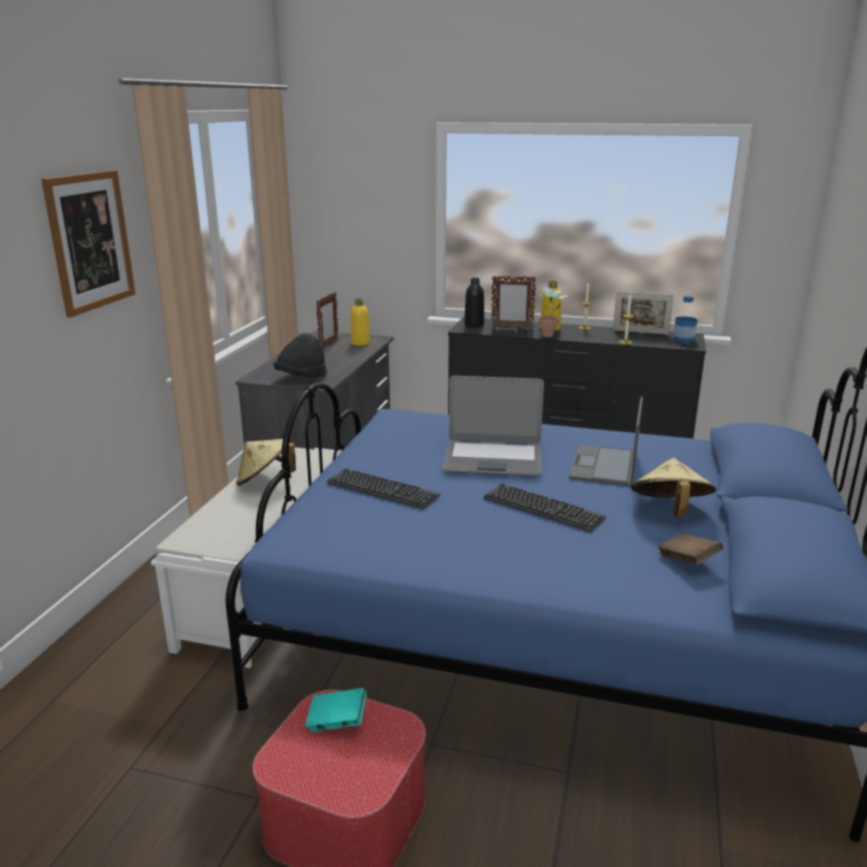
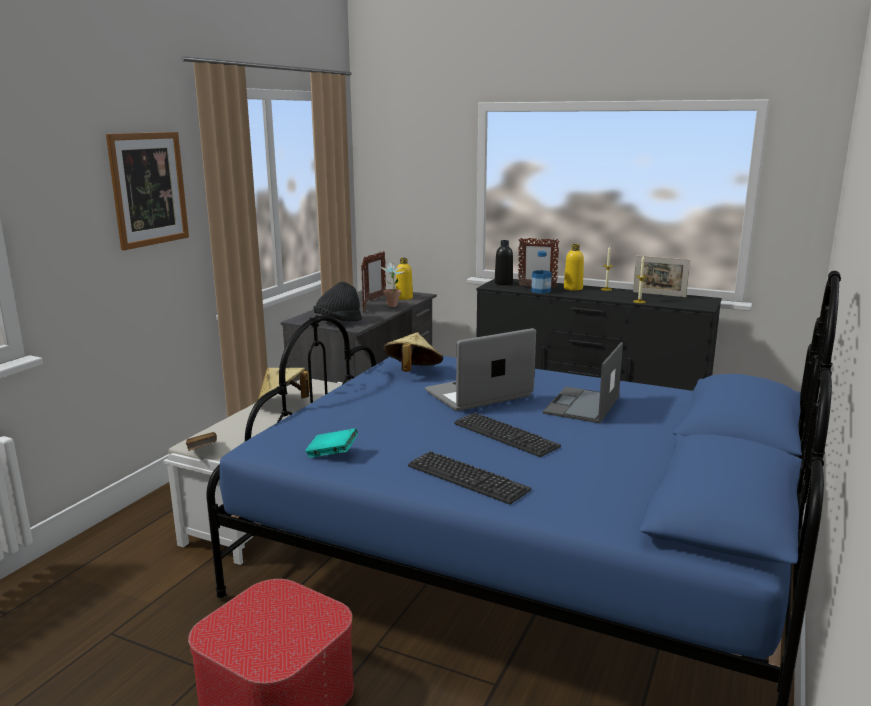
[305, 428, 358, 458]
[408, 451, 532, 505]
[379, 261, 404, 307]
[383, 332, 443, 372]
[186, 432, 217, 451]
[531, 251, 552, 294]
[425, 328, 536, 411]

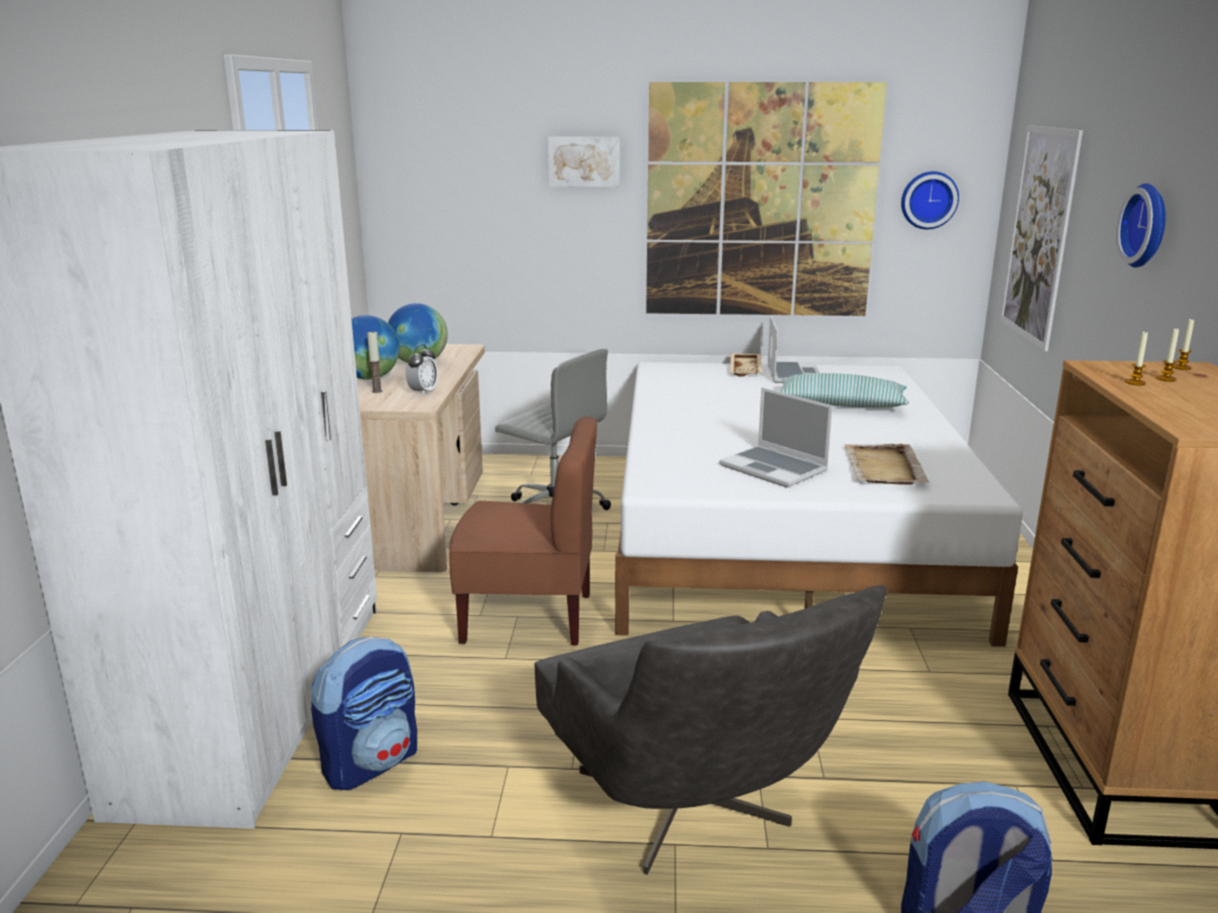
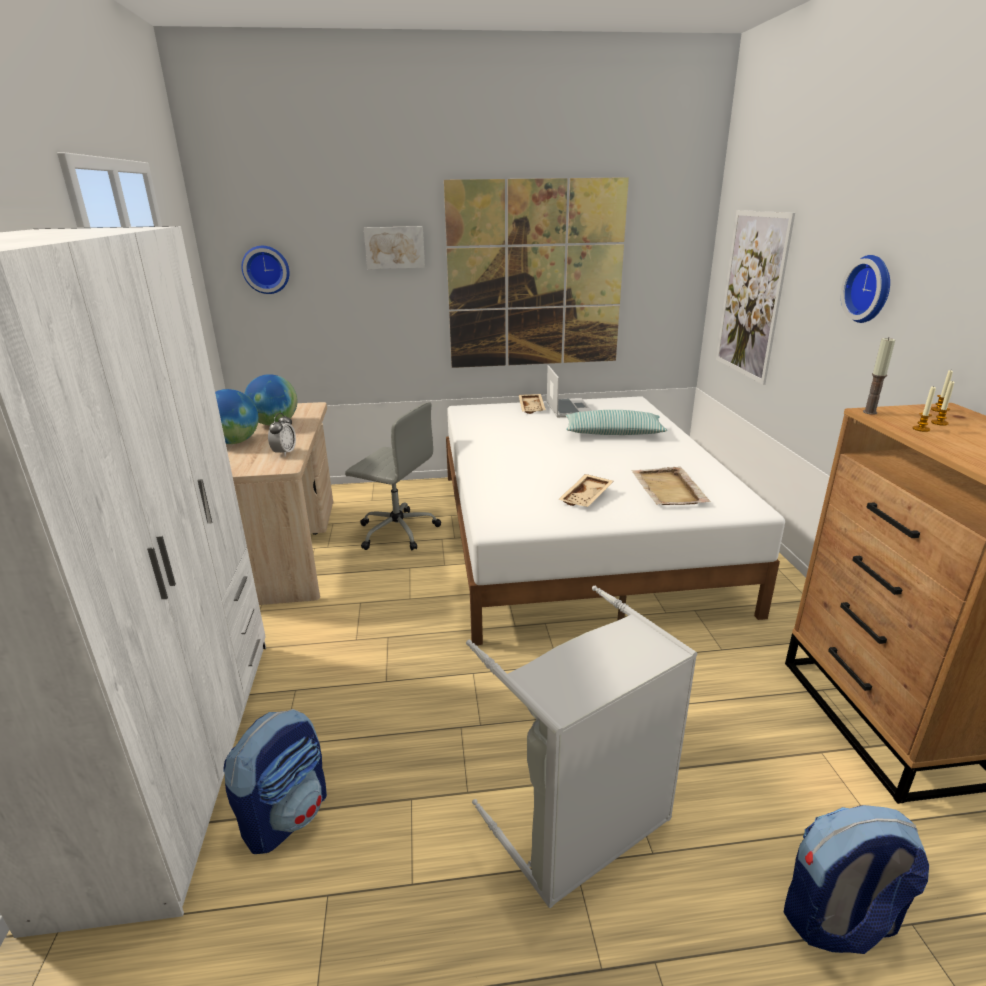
[449, 417, 597, 646] (first image)
[863, 337, 895, 415]
[241, 246, 289, 294]
[466, 586, 697, 908]
[558, 474, 613, 507]

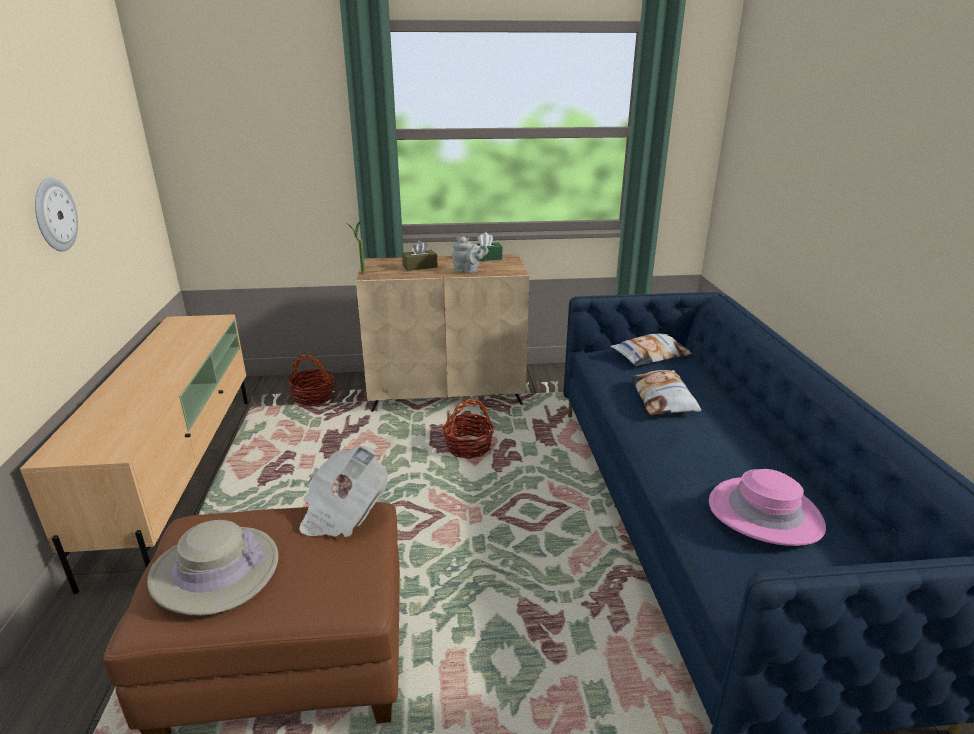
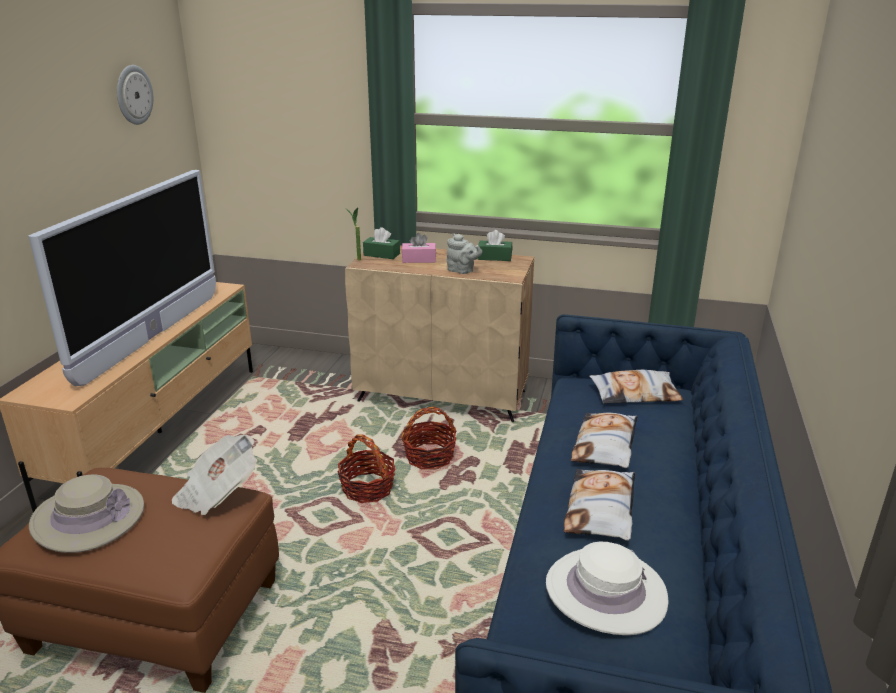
[28, 170, 216, 386]
[363, 227, 400, 259]
[564, 469, 635, 541]
[117, 65, 153, 125]
[338, 434, 396, 503]
[402, 233, 436, 263]
[546, 542, 669, 635]

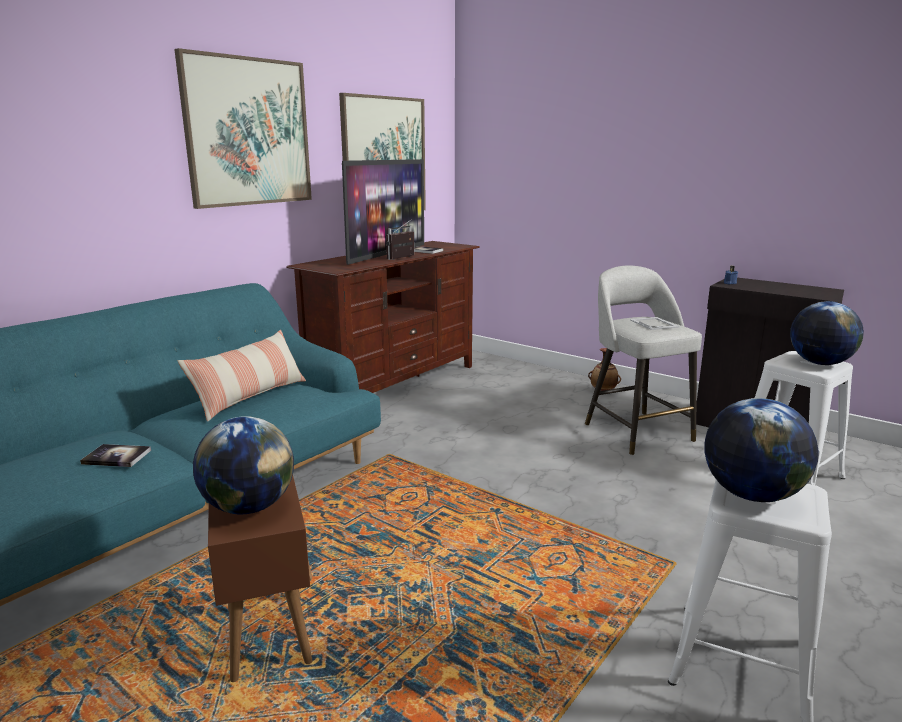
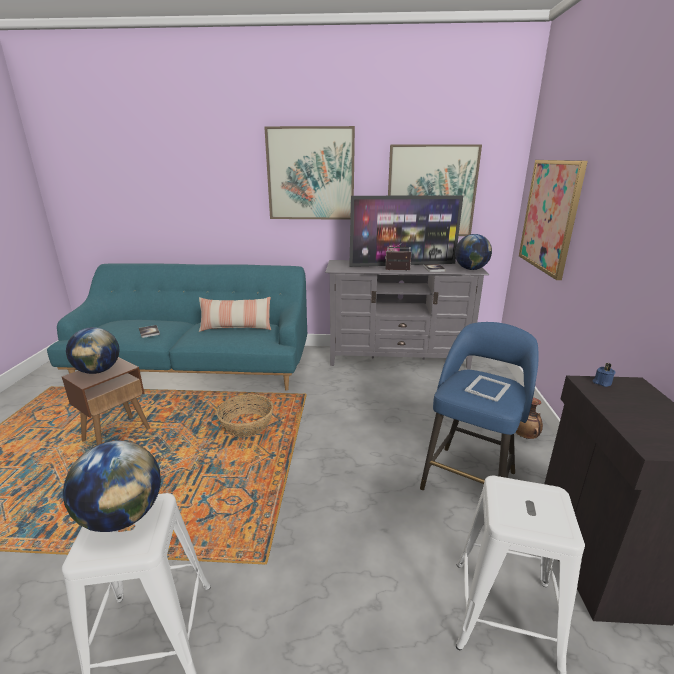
[216, 394, 274, 437]
[519, 160, 588, 280]
[455, 234, 492, 270]
[325, 260, 490, 369]
[420, 322, 539, 490]

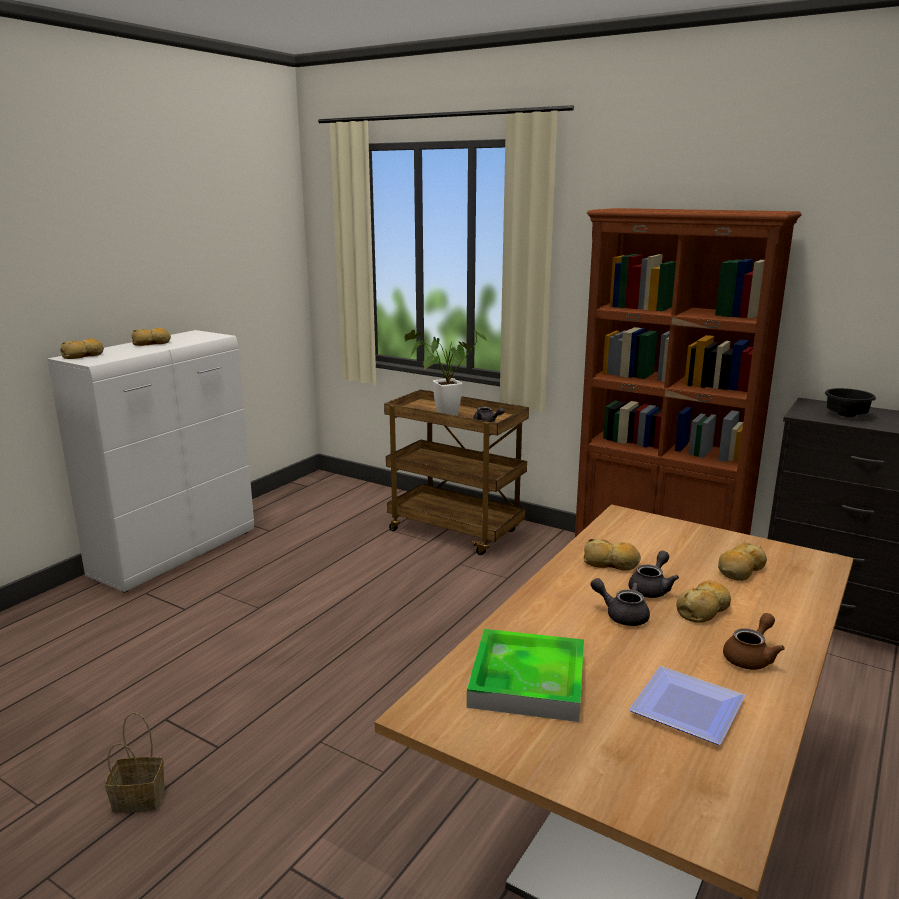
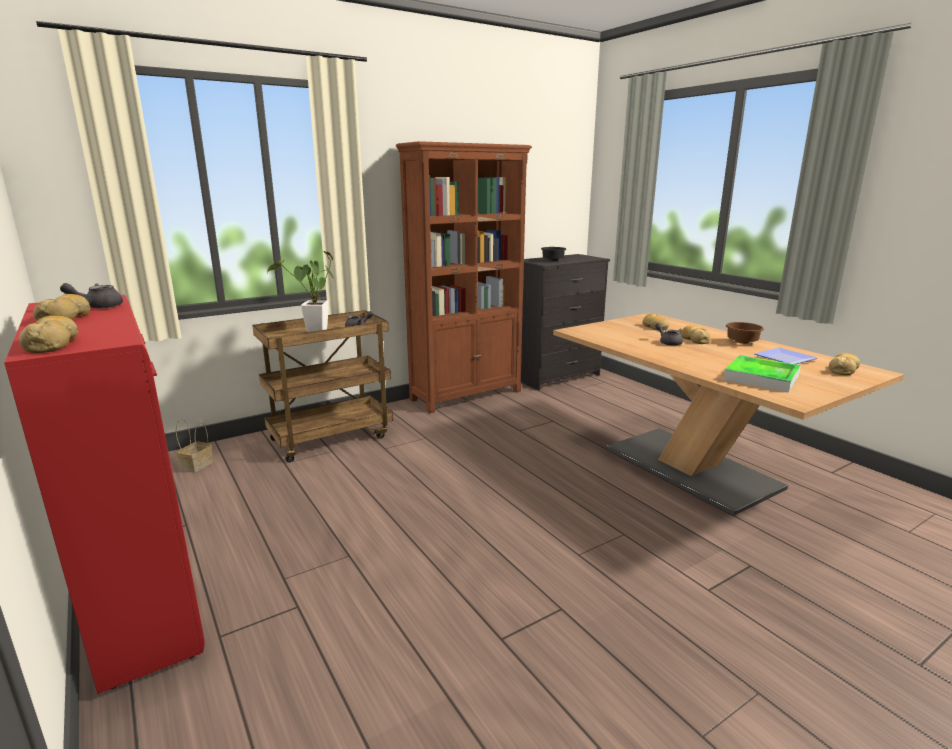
[176, 419, 213, 473]
[829, 353, 860, 375]
[60, 283, 123, 309]
[726, 322, 764, 344]
[4, 295, 205, 694]

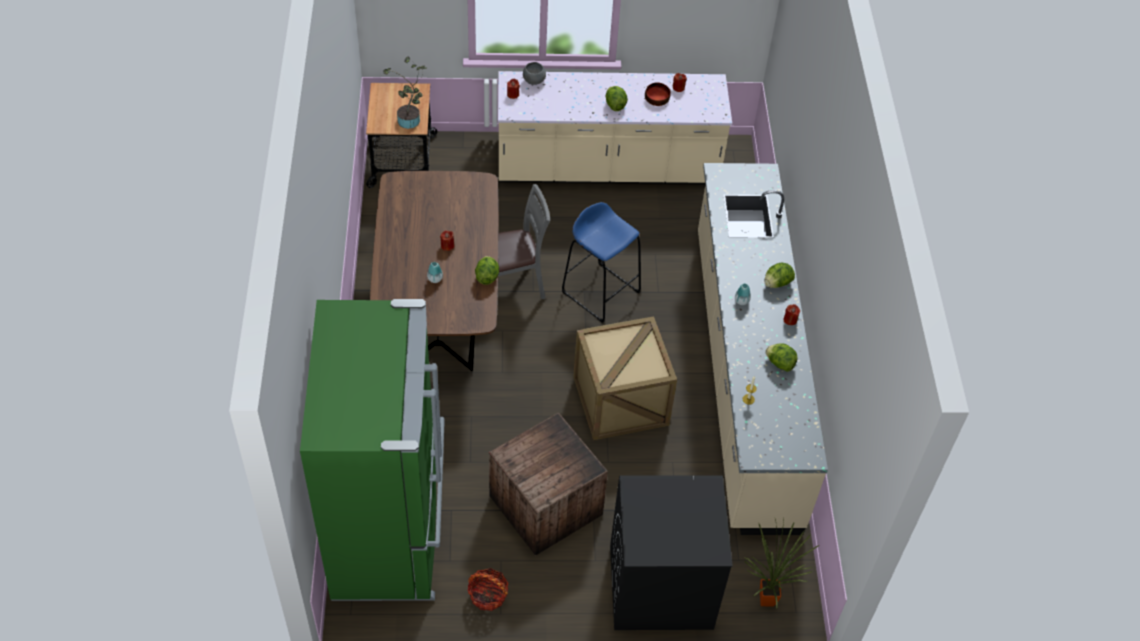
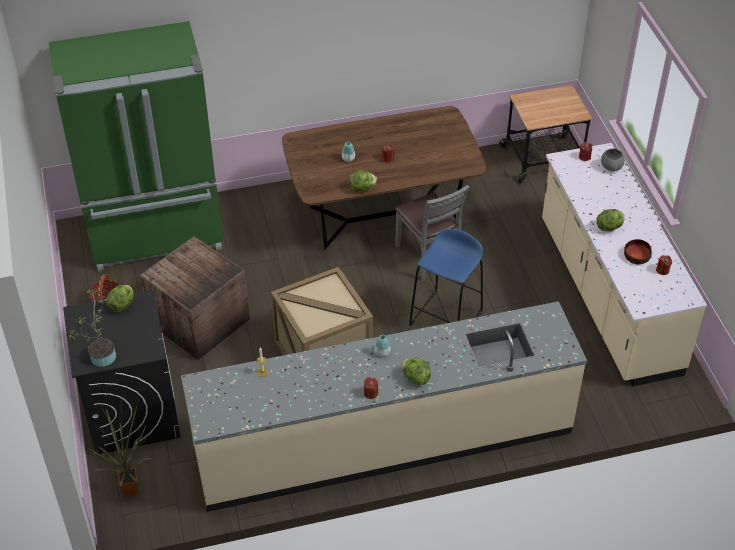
[67, 289, 116, 367]
[106, 285, 134, 312]

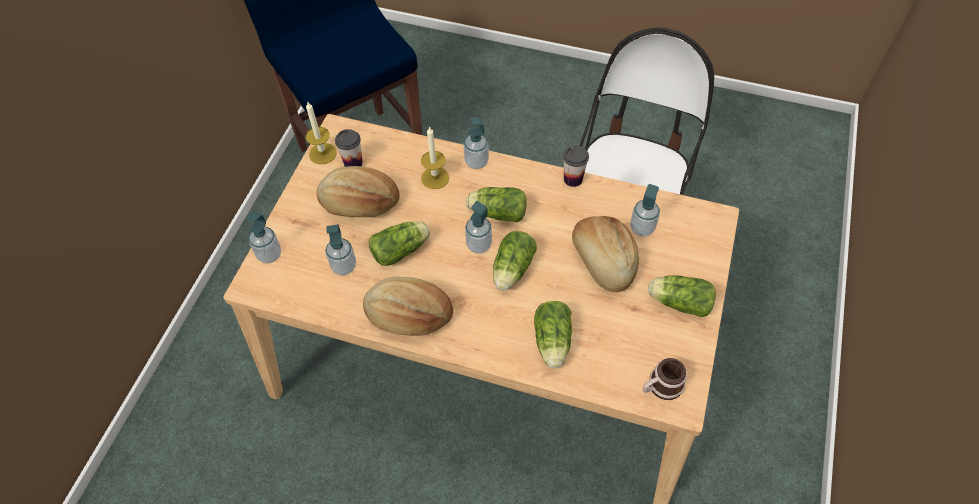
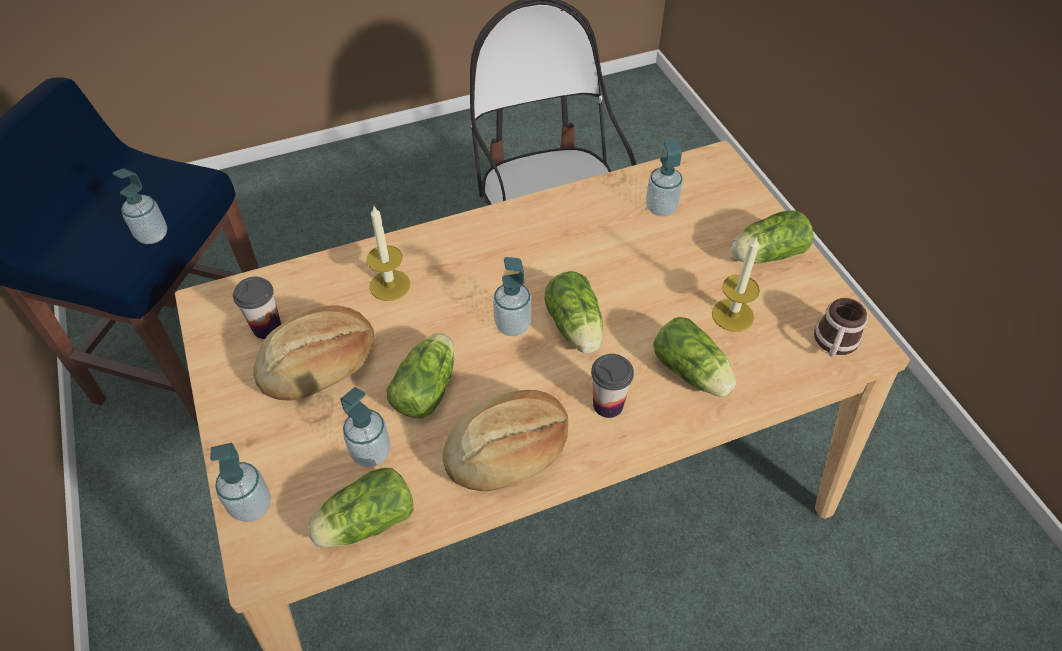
[572, 216, 639, 292] (first image)
[712, 236, 760, 332]
[112, 168, 167, 244]
[307, 468, 414, 548]
[591, 354, 634, 418]

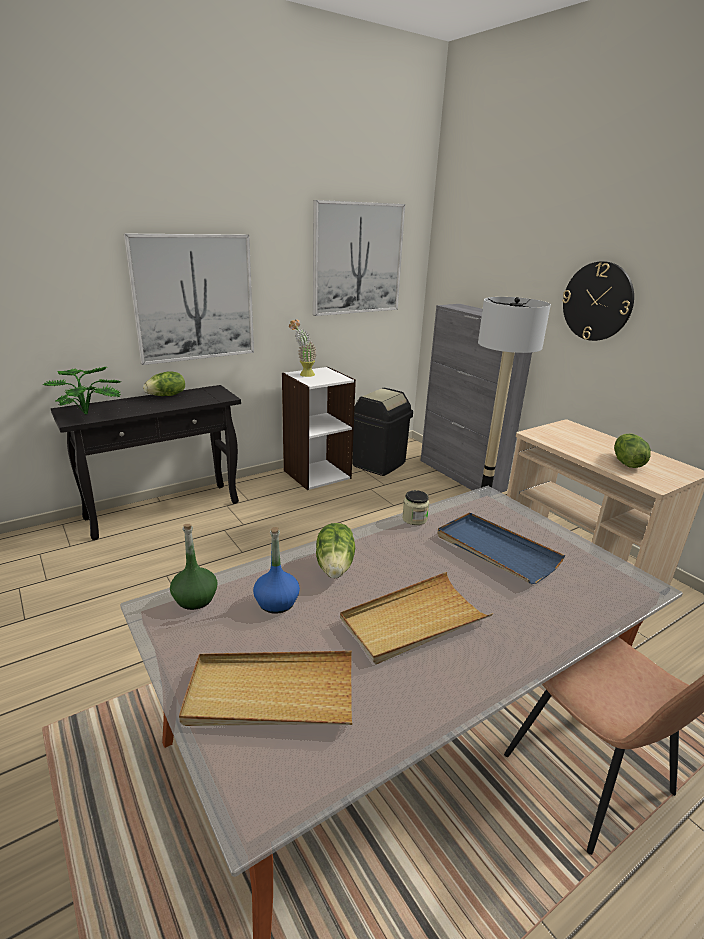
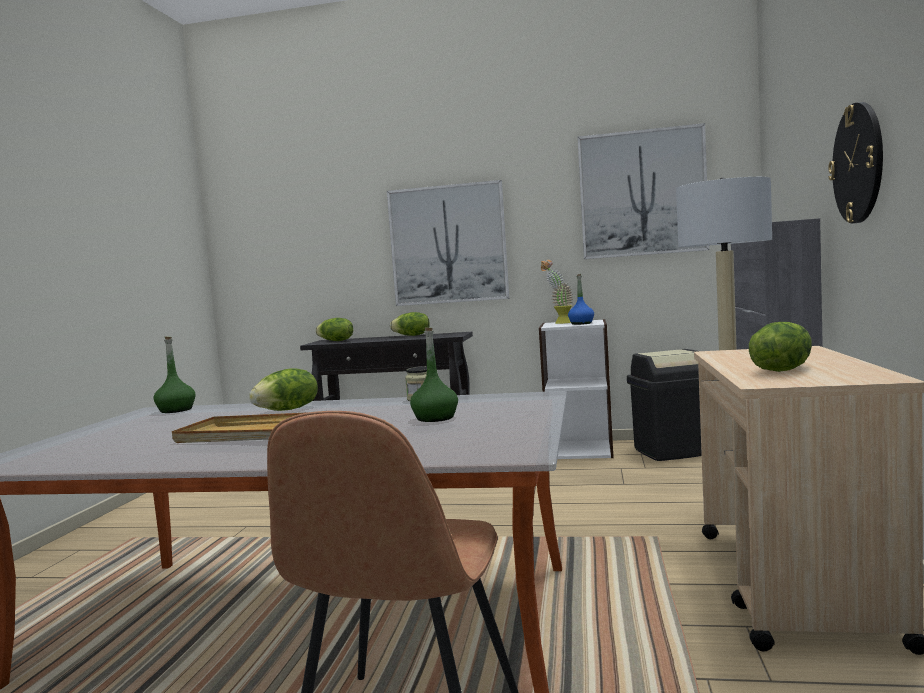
[179, 651, 352, 726] (first image)
[568, 274, 594, 325]
[315, 318, 353, 341]
[410, 327, 458, 422]

